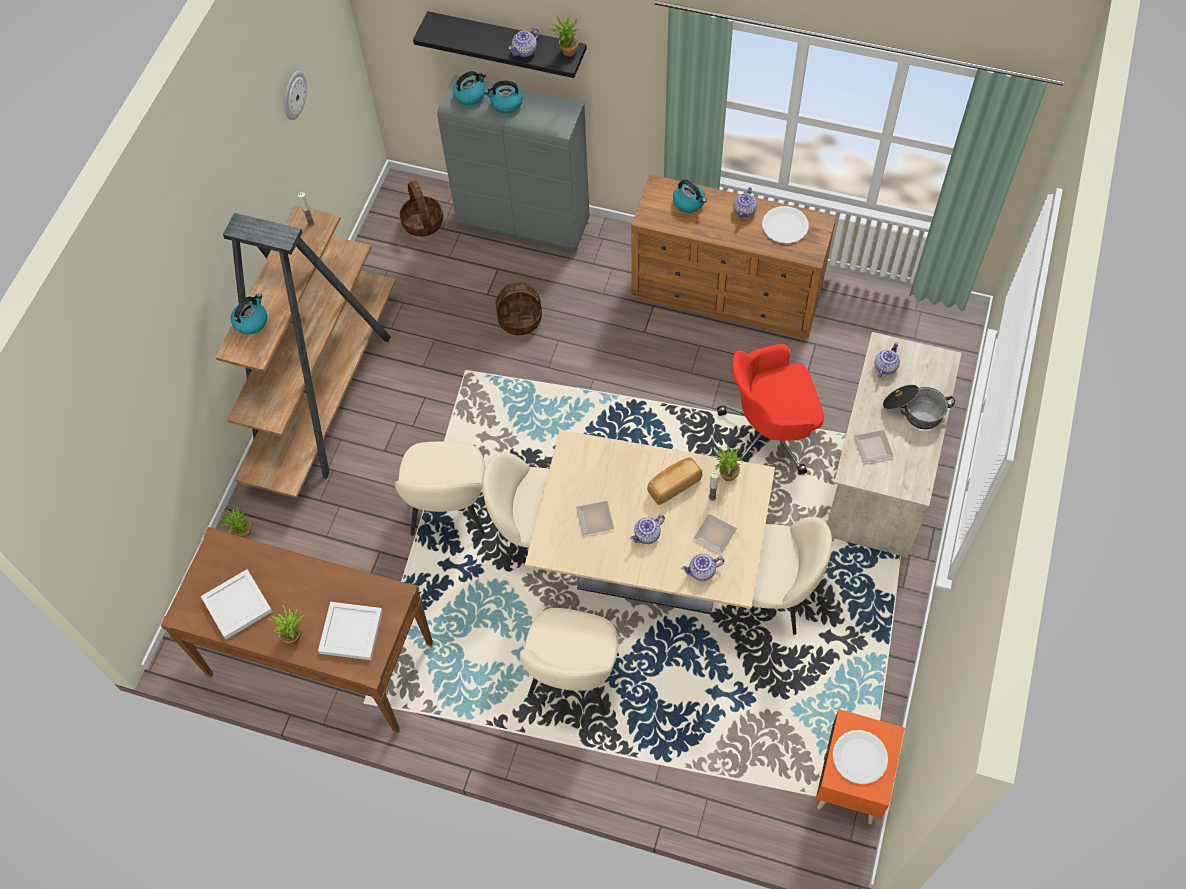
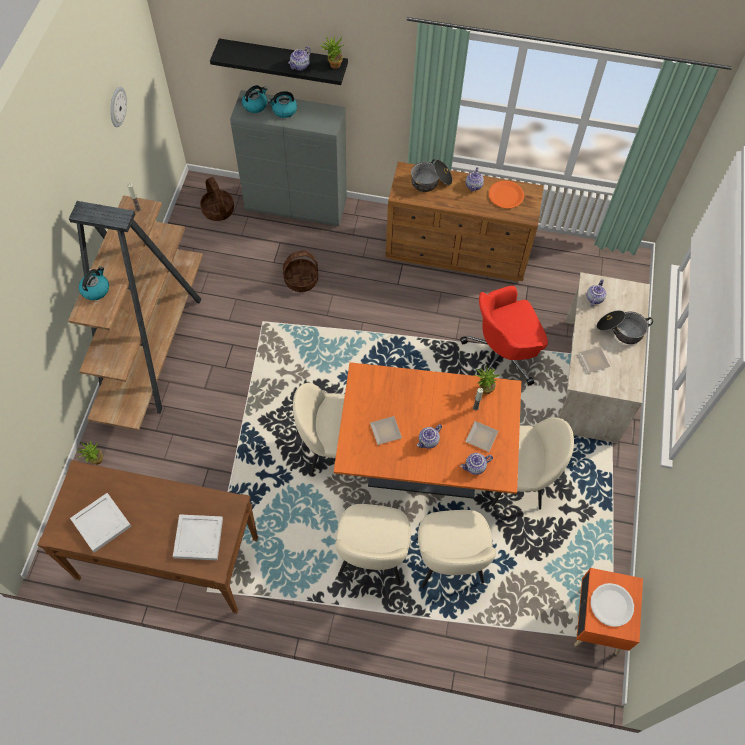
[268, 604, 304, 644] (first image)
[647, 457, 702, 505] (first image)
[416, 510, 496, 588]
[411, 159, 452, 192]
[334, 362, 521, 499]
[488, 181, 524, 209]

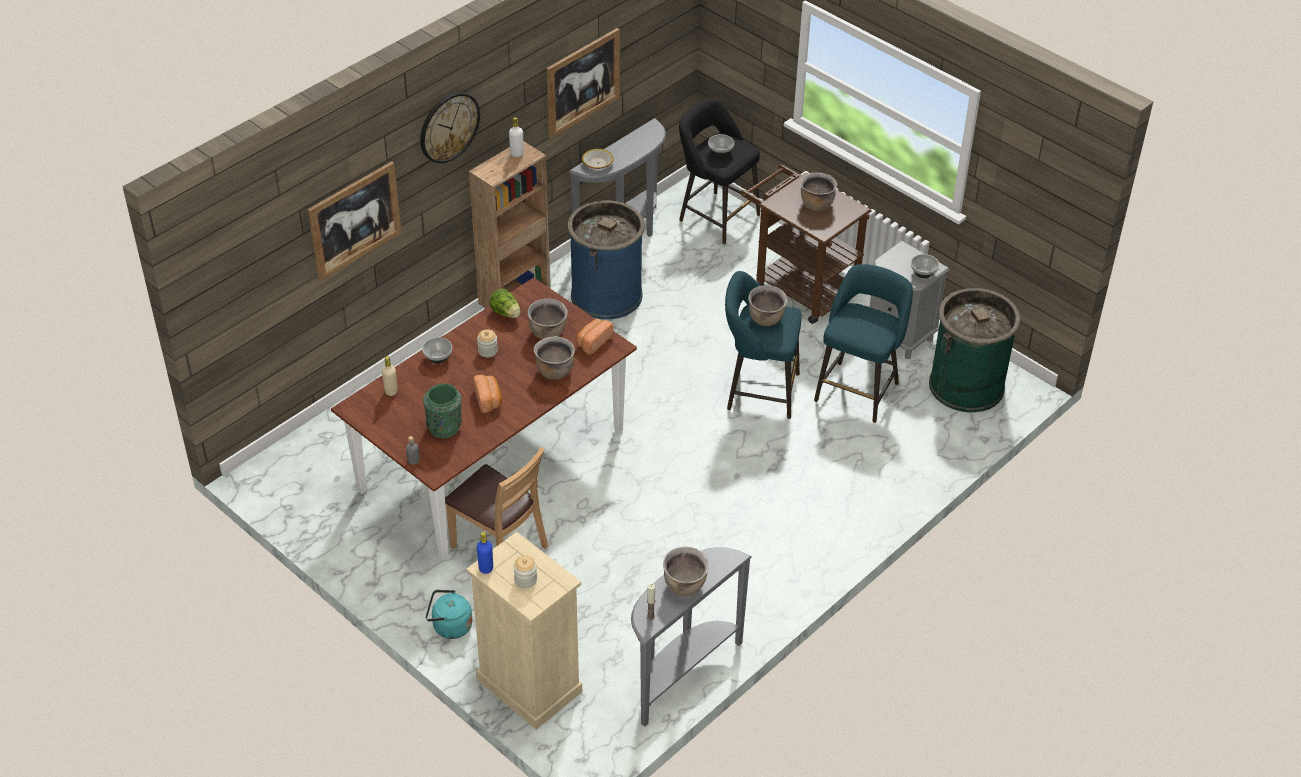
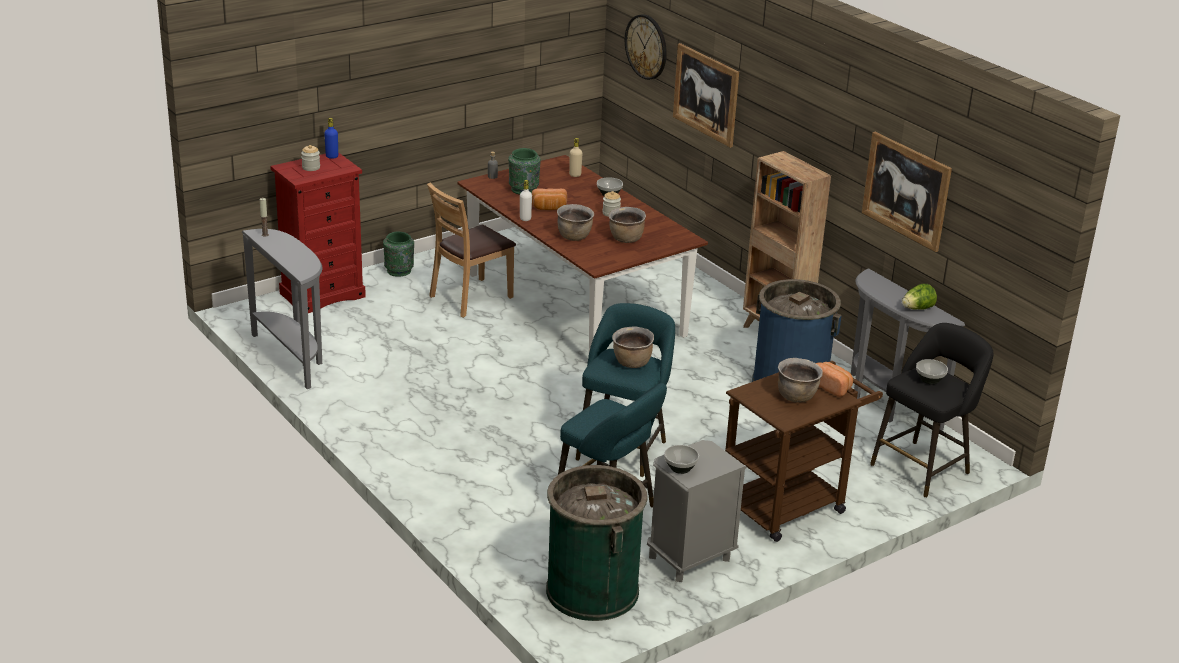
[582, 149, 614, 169] (first image)
[663, 547, 709, 596] (first image)
[625, 14, 667, 80]
[902, 284, 937, 310]
[520, 180, 532, 221]
[816, 362, 853, 397]
[383, 232, 414, 277]
[270, 152, 366, 313]

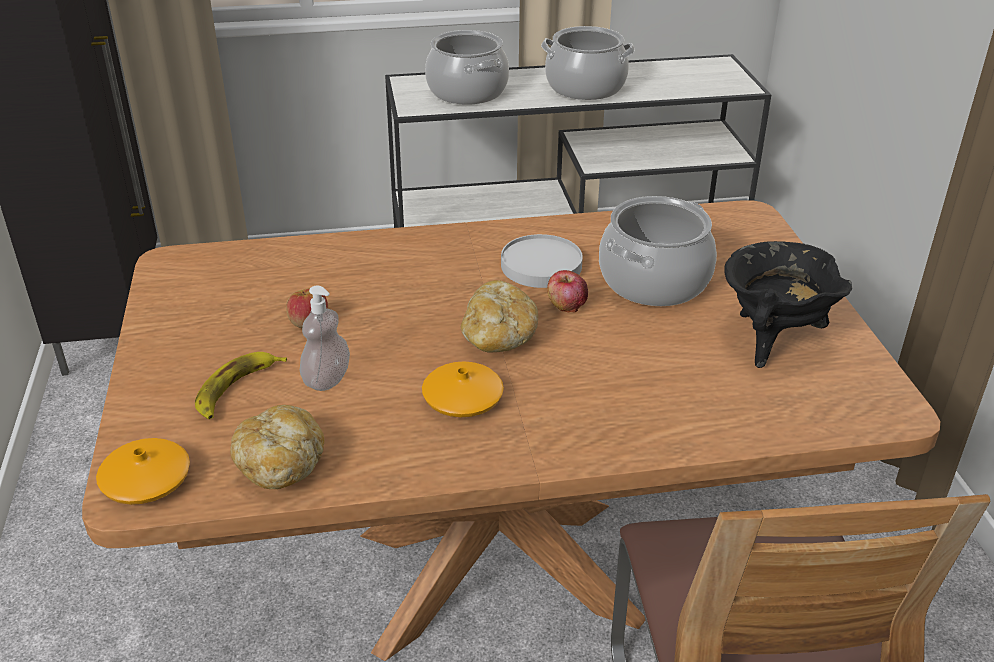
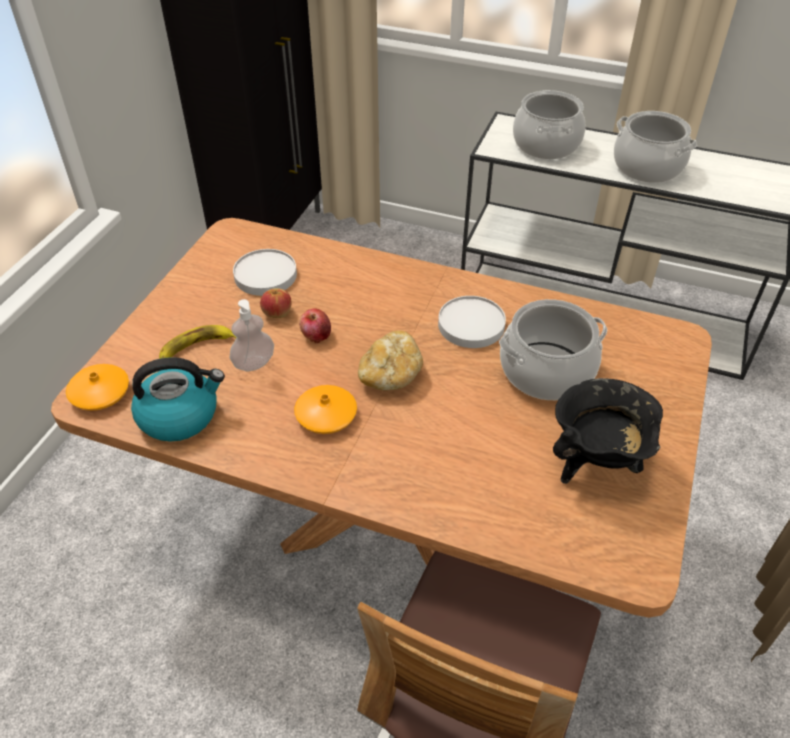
[233, 249, 297, 296]
[299, 308, 331, 343]
[131, 357, 225, 442]

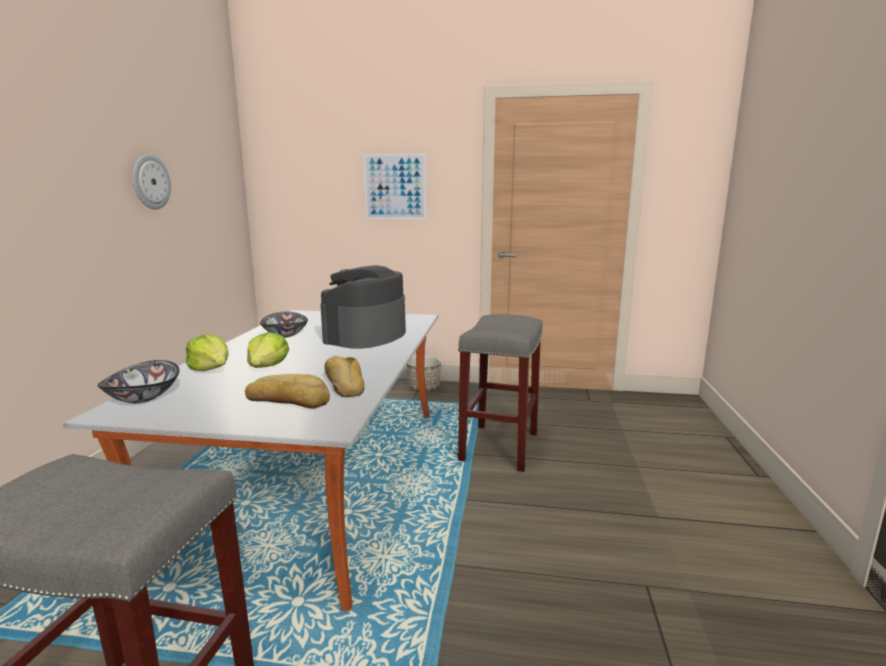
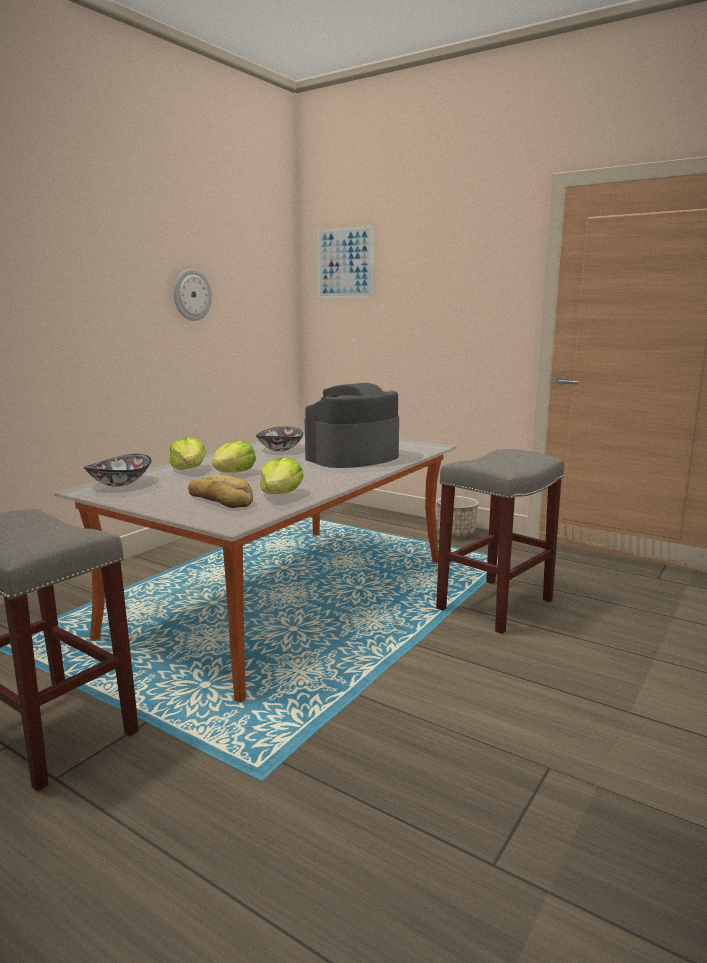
[317, 226, 373, 298]
[260, 457, 304, 494]

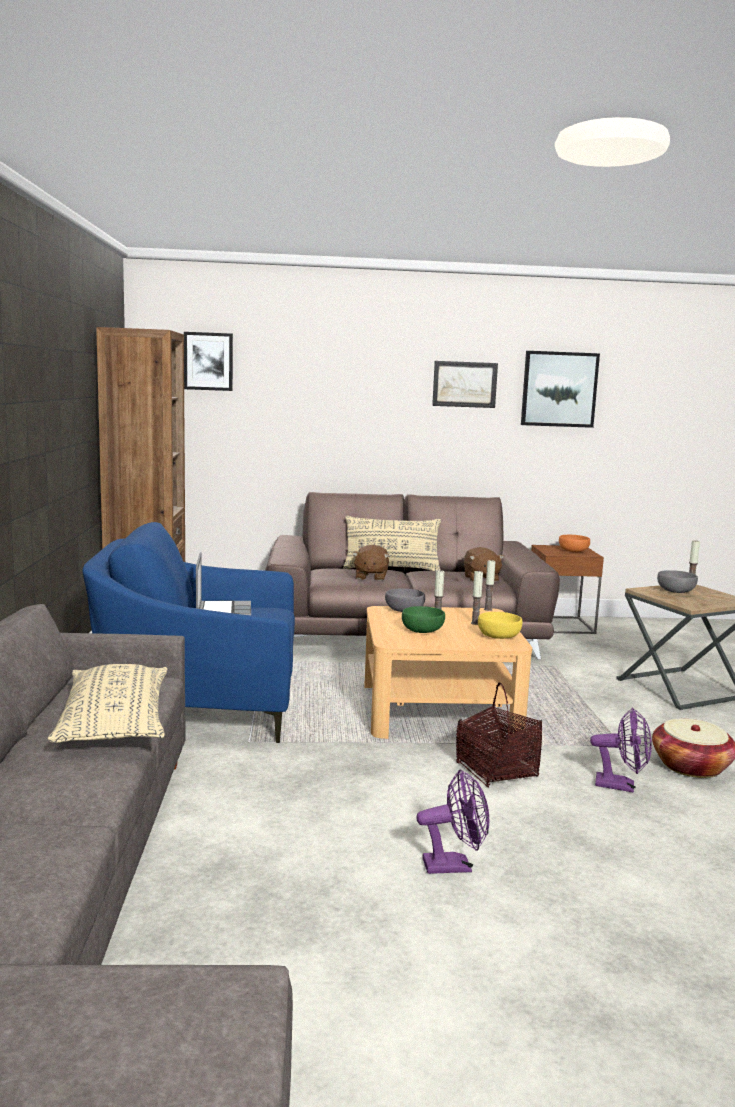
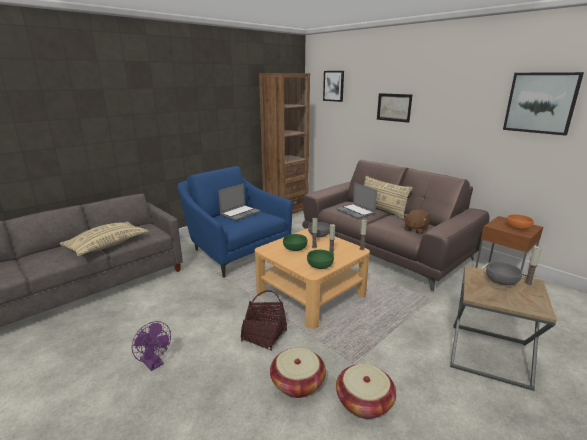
[377, 93, 412, 123]
[336, 183, 377, 219]
[270, 348, 326, 398]
[307, 250, 334, 269]

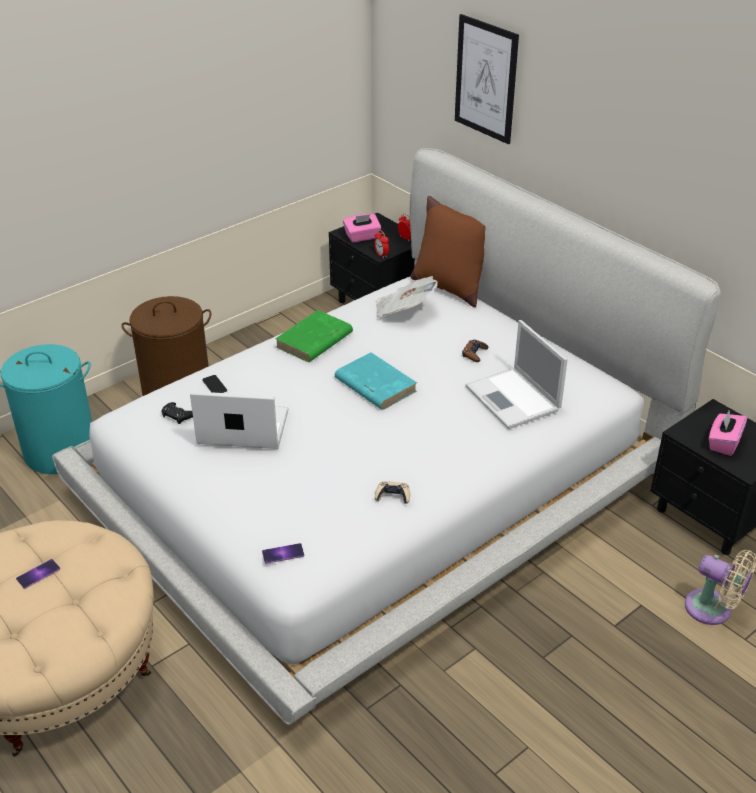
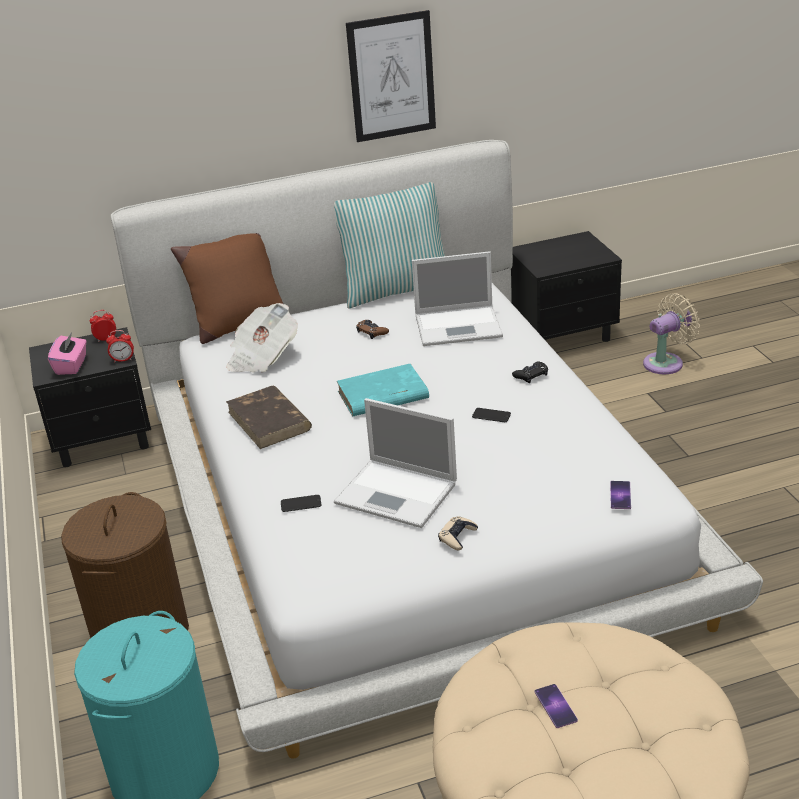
[709, 410, 747, 456] (first image)
[334, 182, 445, 309]
[472, 408, 511, 422]
[512, 362, 548, 383]
[438, 516, 478, 551]
[346, 10, 436, 142]
[226, 386, 312, 449]
[334, 398, 457, 528]

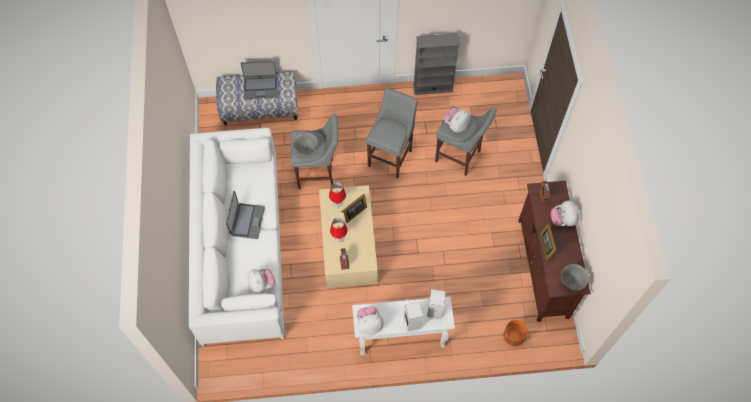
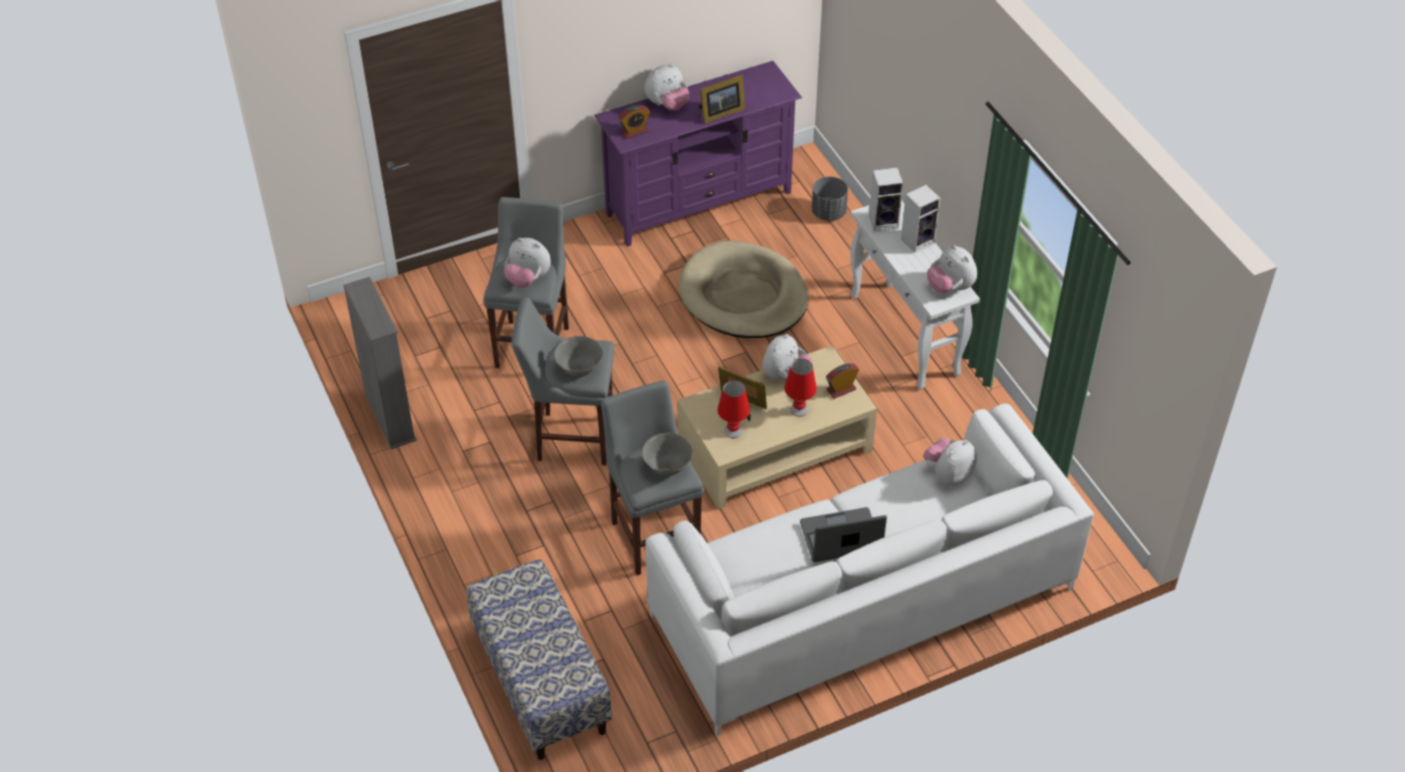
[241, 61, 277, 99] (first image)
[679, 241, 809, 338]
[762, 334, 812, 379]
[554, 336, 603, 377]
[812, 177, 848, 221]
[594, 61, 802, 247]

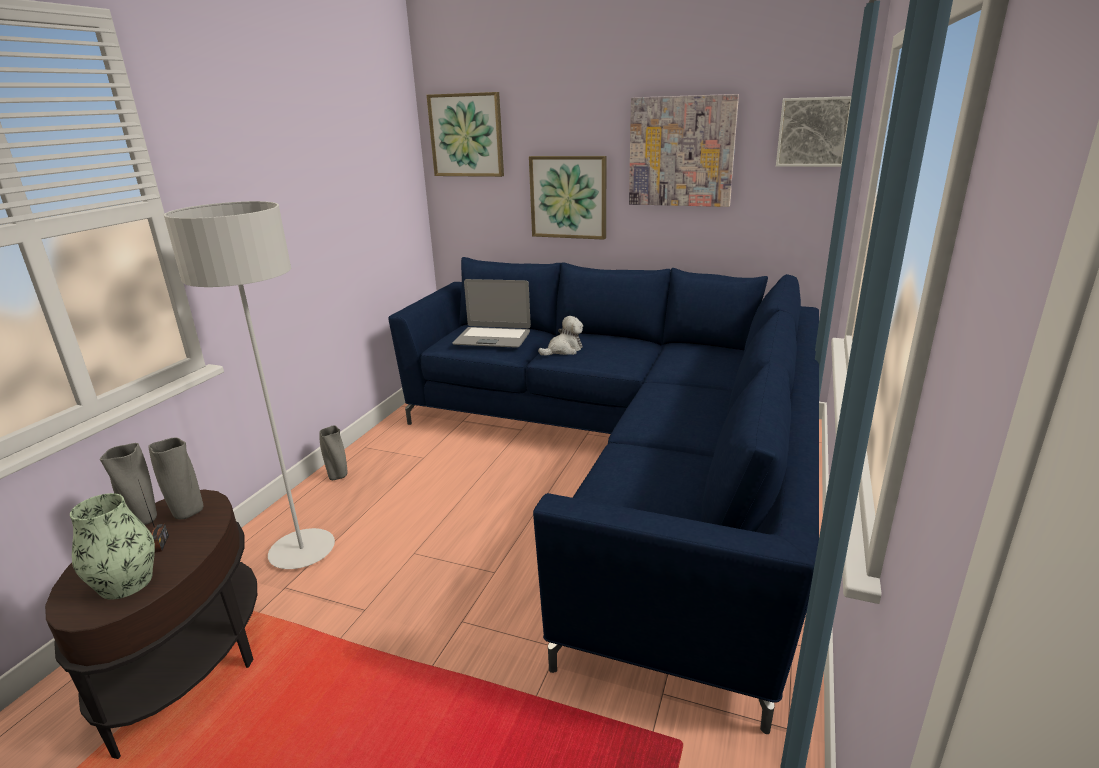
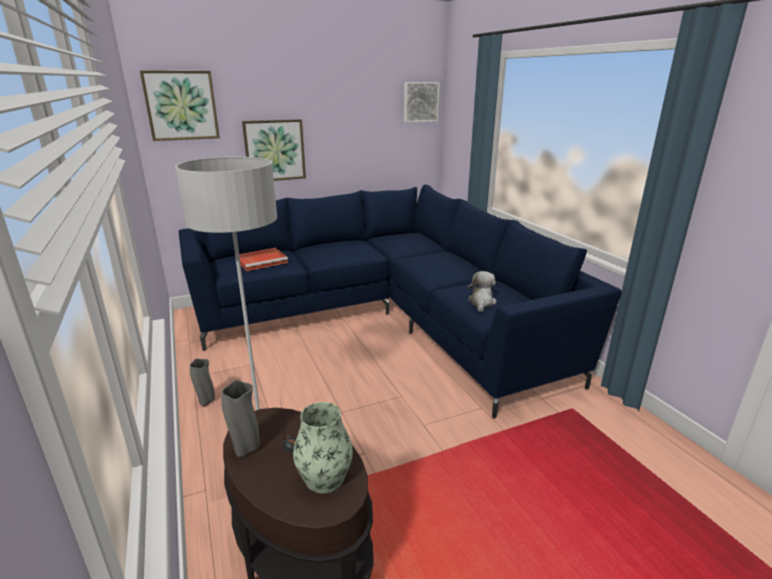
[148, 438, 203, 520] (first image)
[629, 94, 739, 207] (first image)
[467, 271, 496, 312]
[235, 248, 288, 271]

